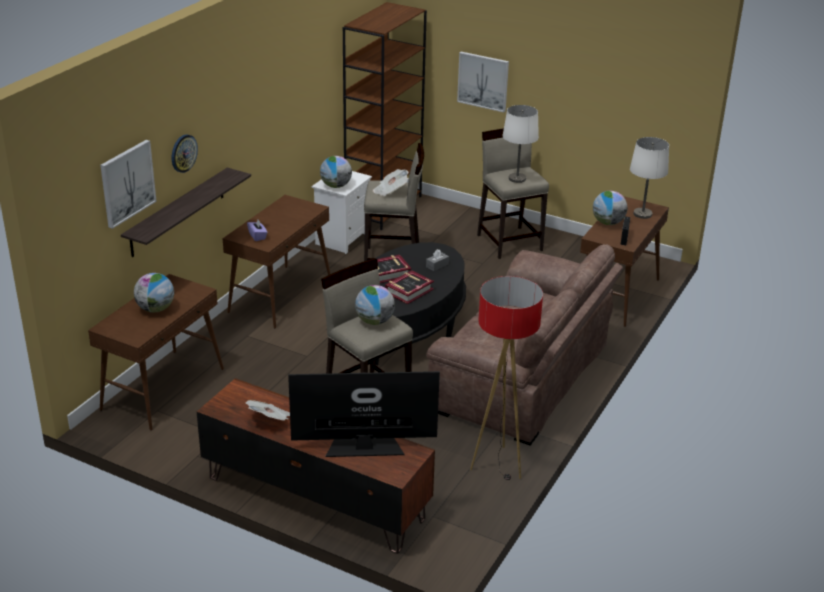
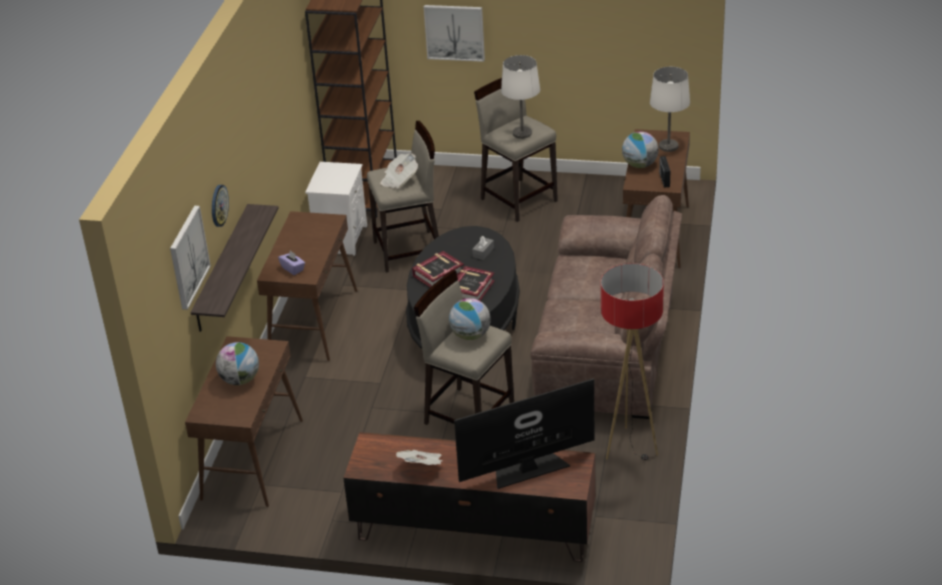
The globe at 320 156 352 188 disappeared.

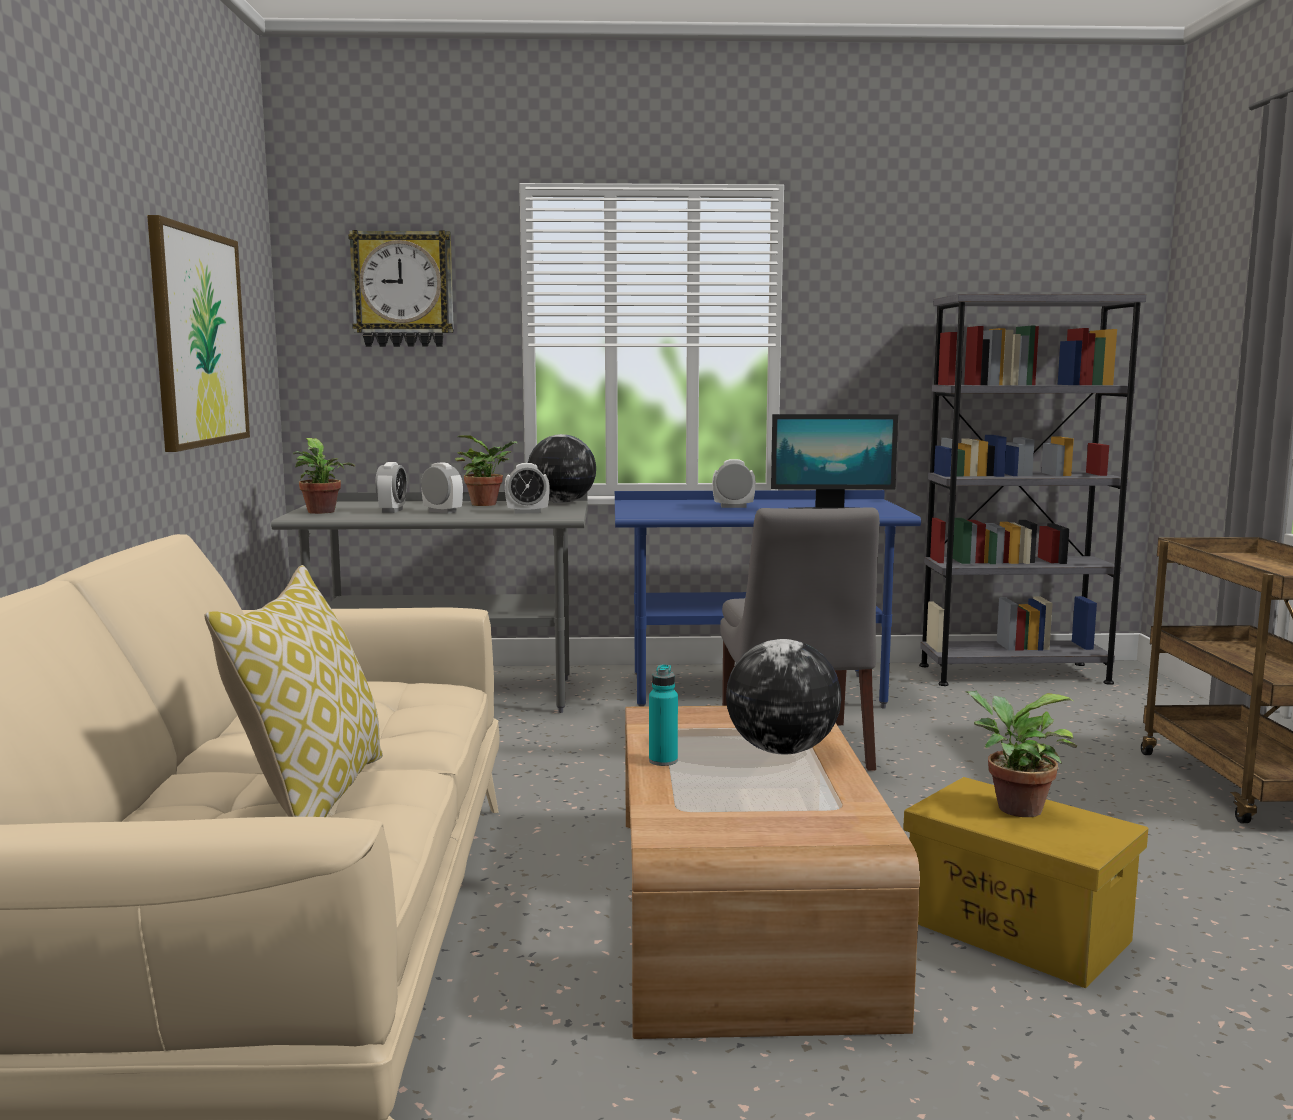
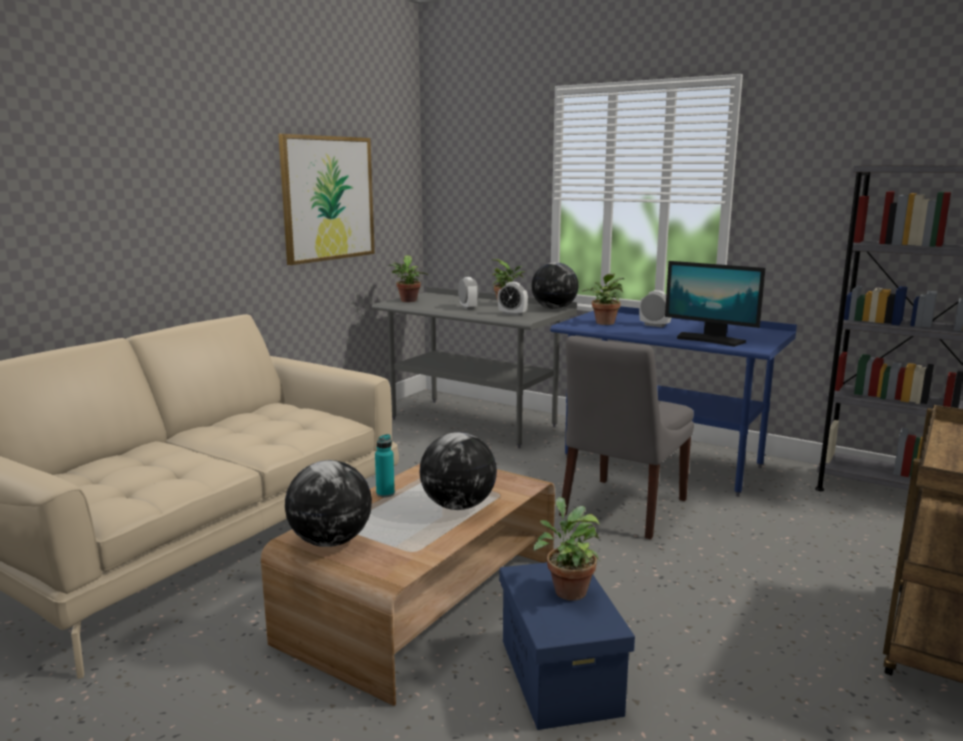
The cushion at 204 565 383 817 disappeared. The hanging clock at 348 230 454 347 disappeared. The alarm clock at 375 462 407 513 disappeared. The yellow storage bin at 903 777 1148 988 became the blue-coloured storage bin at 499 562 635 730. The globe at 285 460 372 547 appeared. The potted plant at 582 273 624 325 appeared.

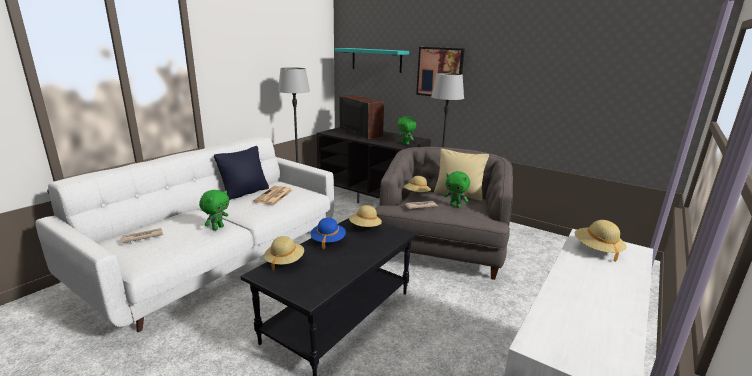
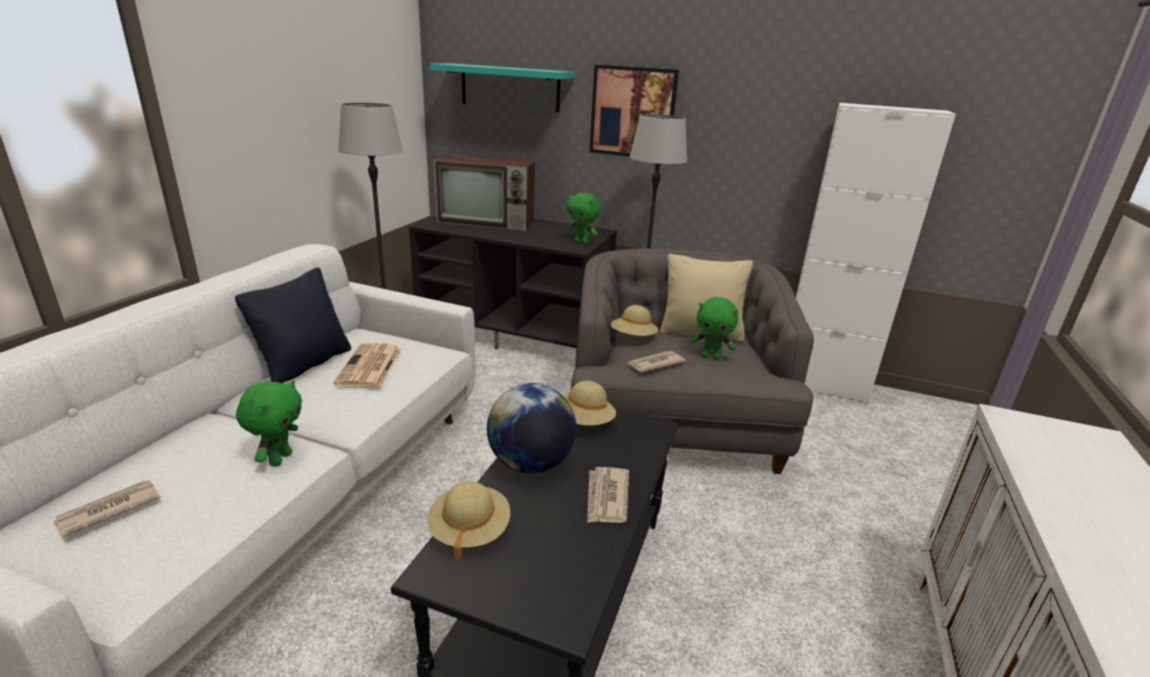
The blue-coloured hat at 310 218 346 249 was replaced by the globe at 487 383 576 473. The television at 340 95 384 139 turned 150 degrees clockwise. The beige-coloured hat at 575 220 627 262 disappeared. The daily paper at 587 467 629 523 appeared. The white-coloured cupboard at 796 103 956 404 appeared.

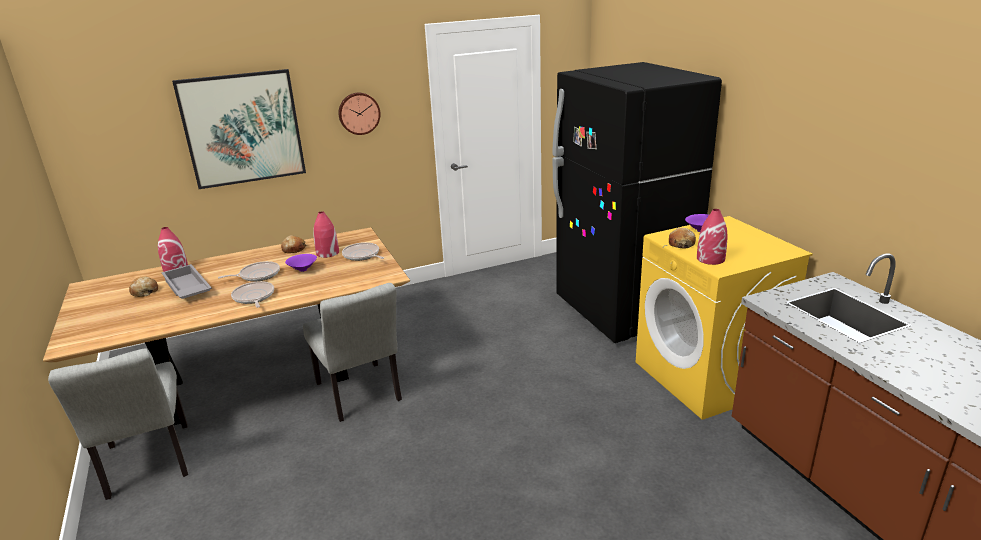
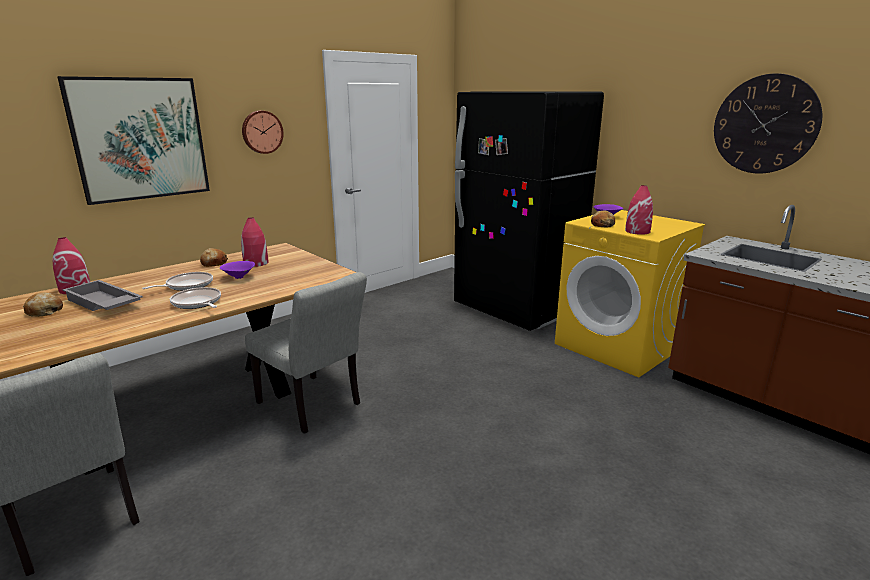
The pan at 342 242 384 261 disappeared. The hanging clock at 714 73 822 173 appeared.

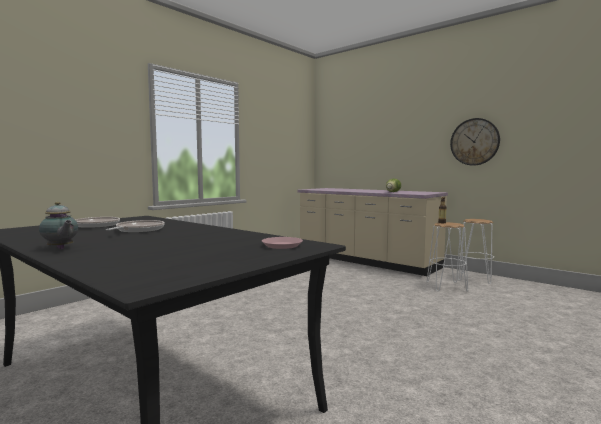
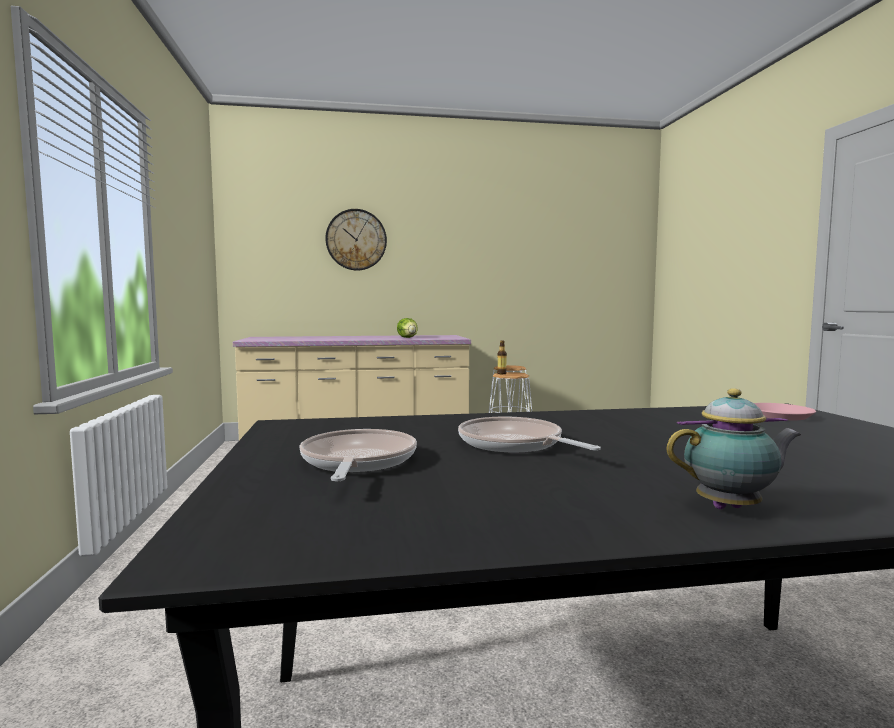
The hanging clock moved from 450 118 500 166 to 325 209 387 271.

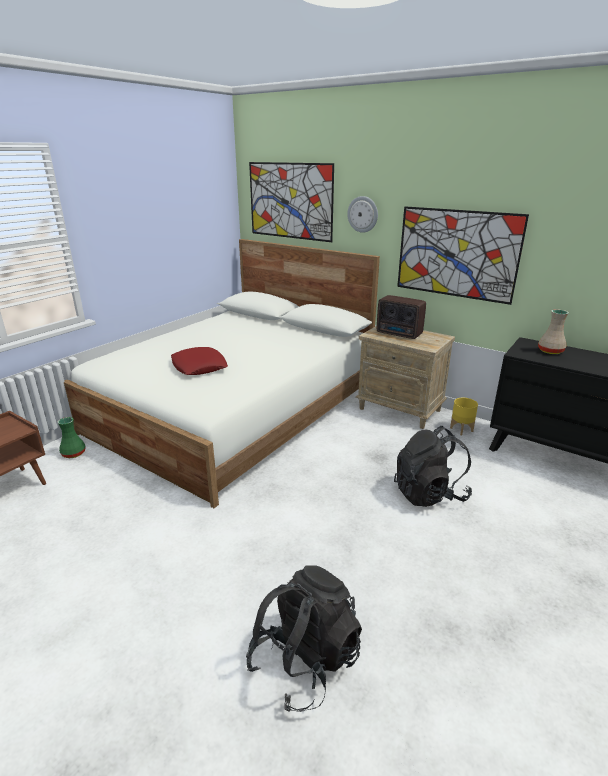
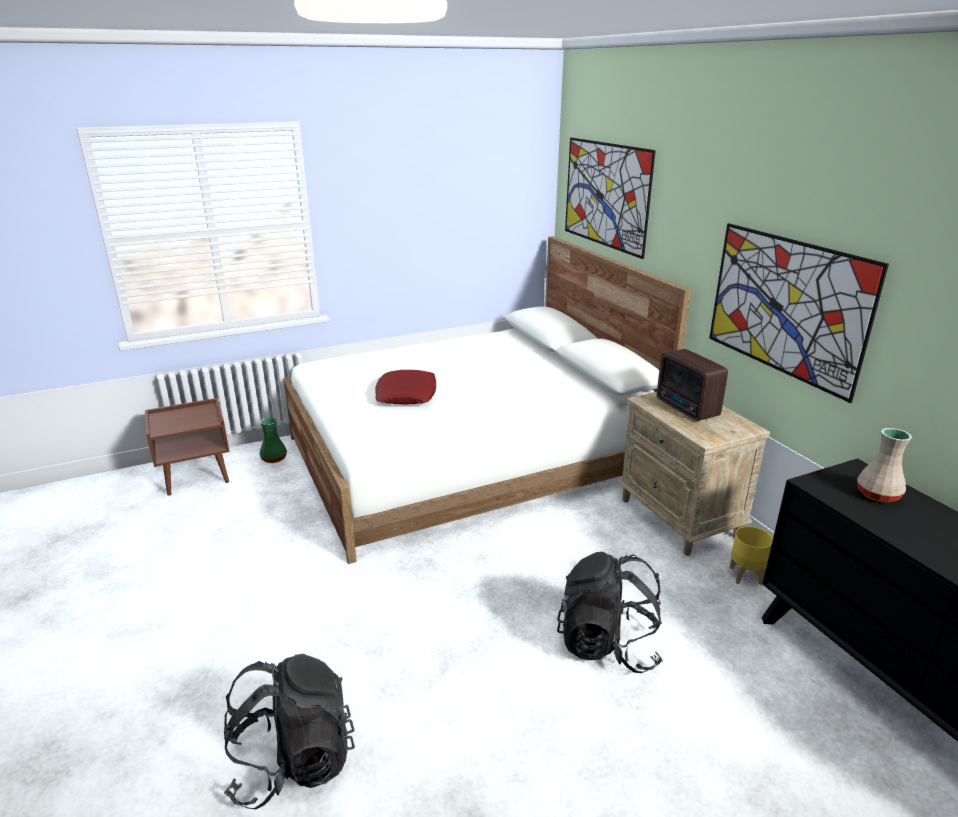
The hanging clock at 347 196 378 233 disappeared.

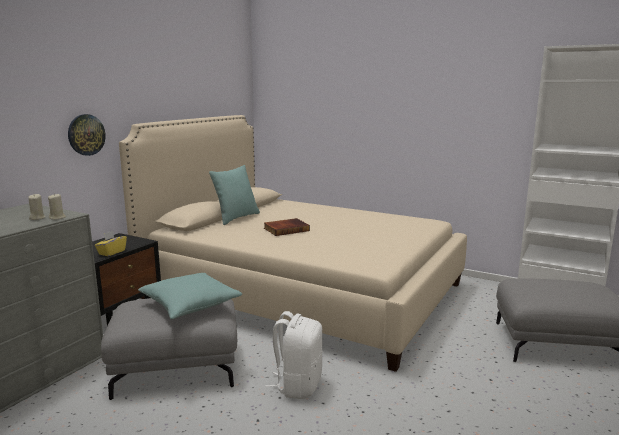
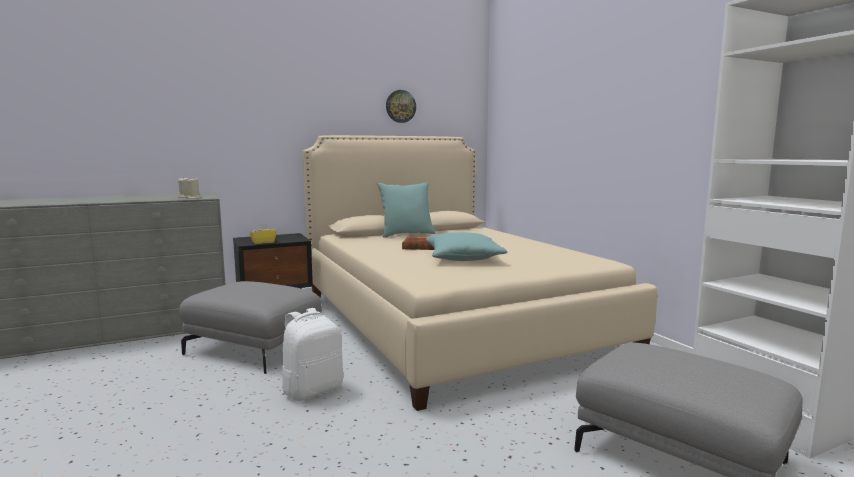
The hanging clock moved from 68 114 106 156 to 386 90 416 123. The blue-green cushion moved from 138 273 242 319 to 426 232 507 261.

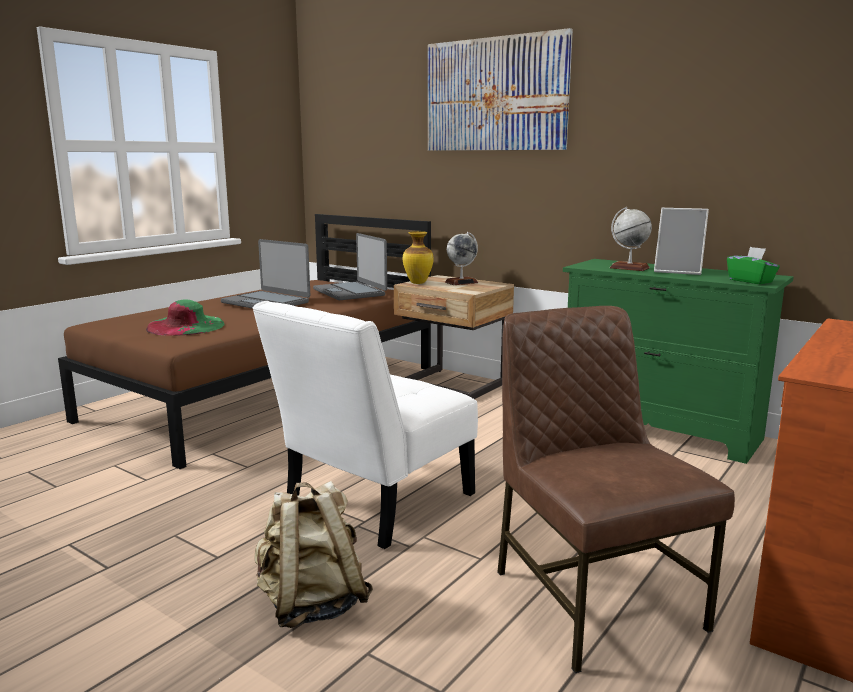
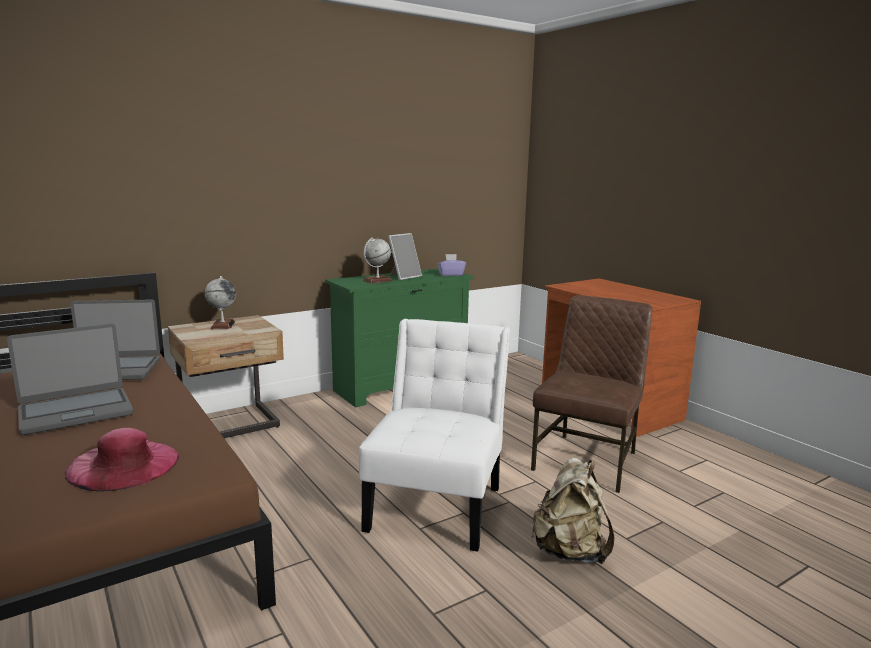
The green hat at 146 300 225 336 became the pink hat at 65 428 179 492. The white-coloured plain chair at 252 301 478 549 turned 135 degrees counterclockwise. The flower vase at 403 231 434 284 disappeared. The wall picture at 428 28 573 151 disappeared. The brown-coloured plain chair at 497 306 735 673 turned 120 degrees clockwise. The green box of tissues at 727 247 780 284 became the purplish box of tissues at 437 254 466 276.

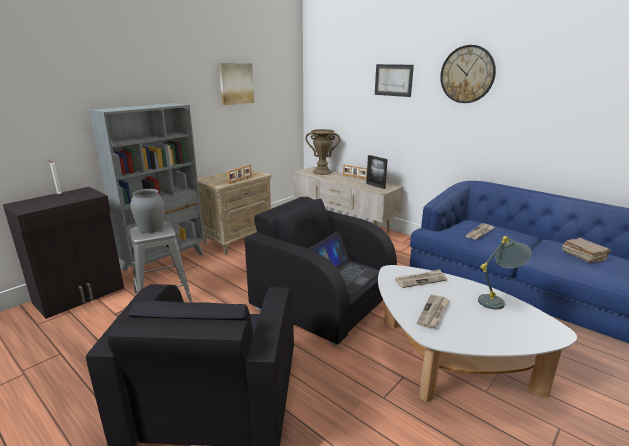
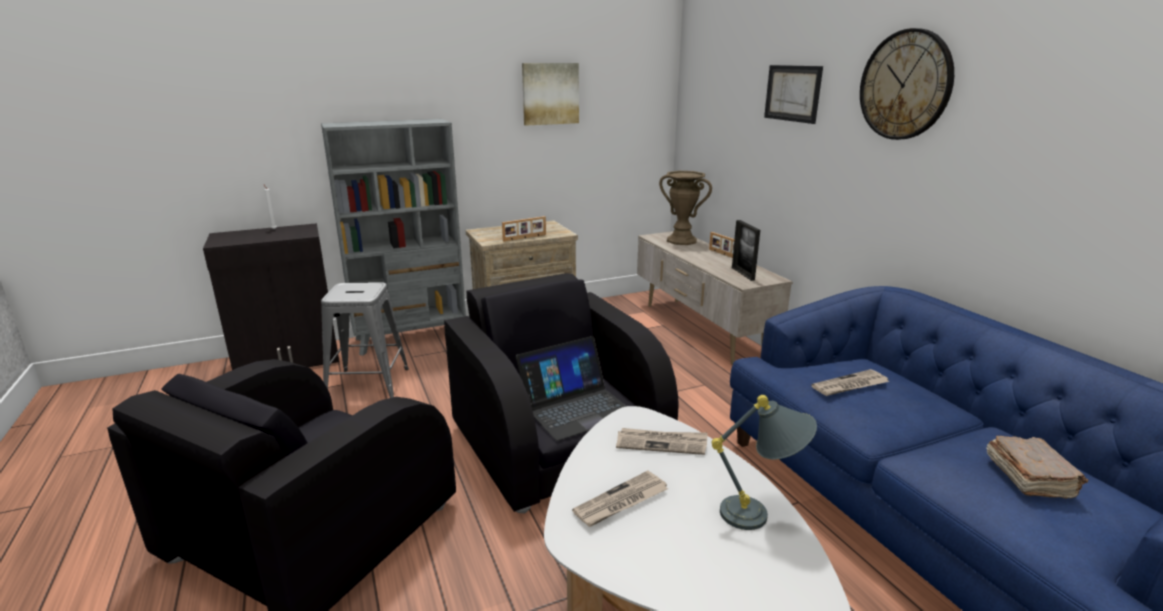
The greyish flower vase at 130 189 164 233 disappeared.

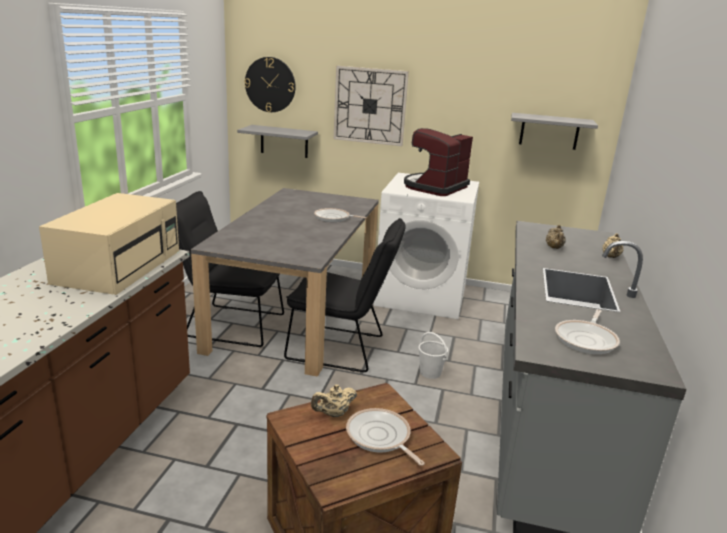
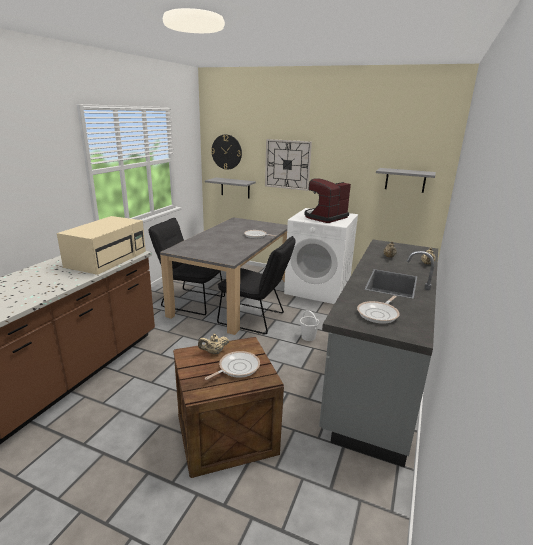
The pan at 346 408 425 466 turned 75 degrees clockwise.

